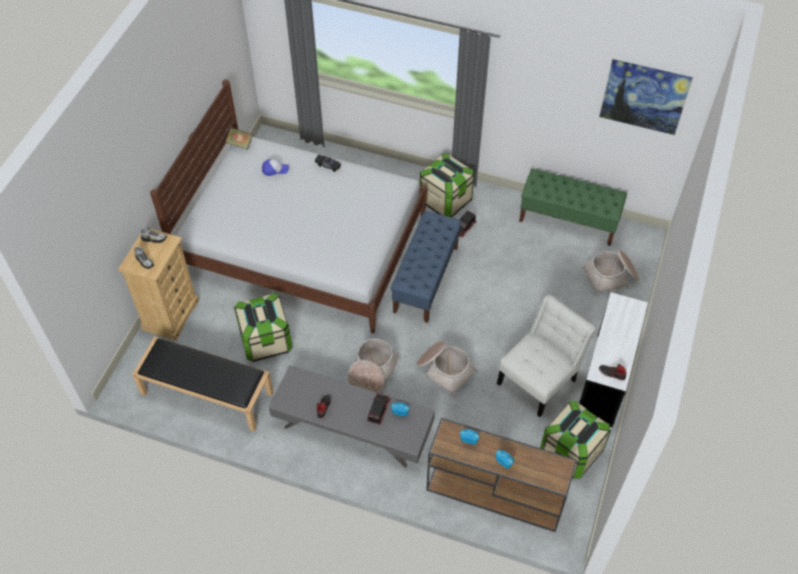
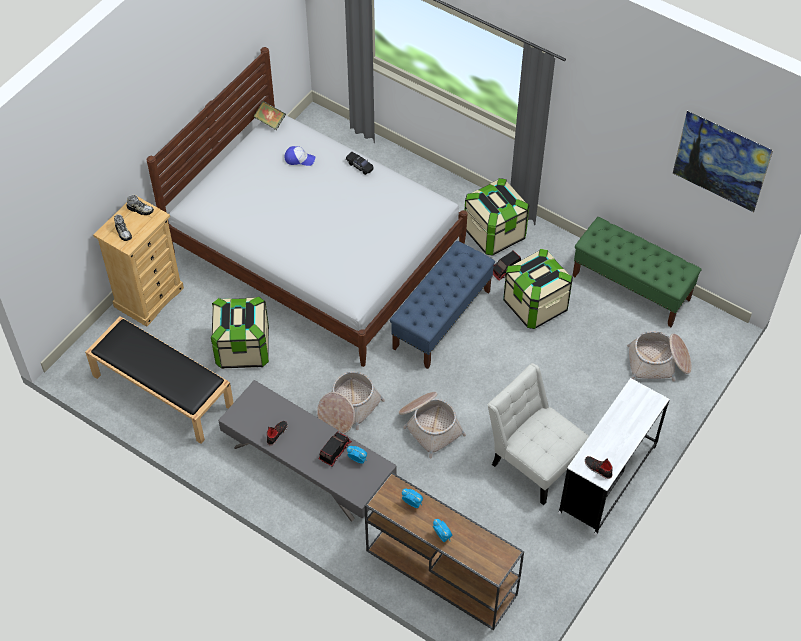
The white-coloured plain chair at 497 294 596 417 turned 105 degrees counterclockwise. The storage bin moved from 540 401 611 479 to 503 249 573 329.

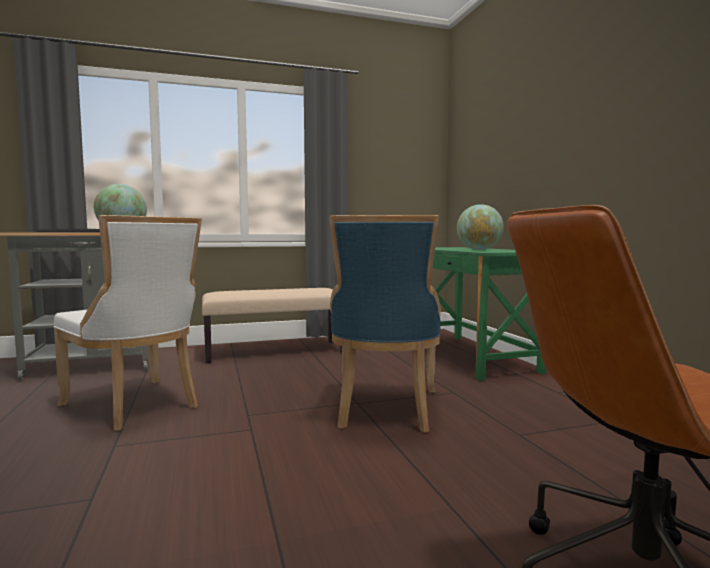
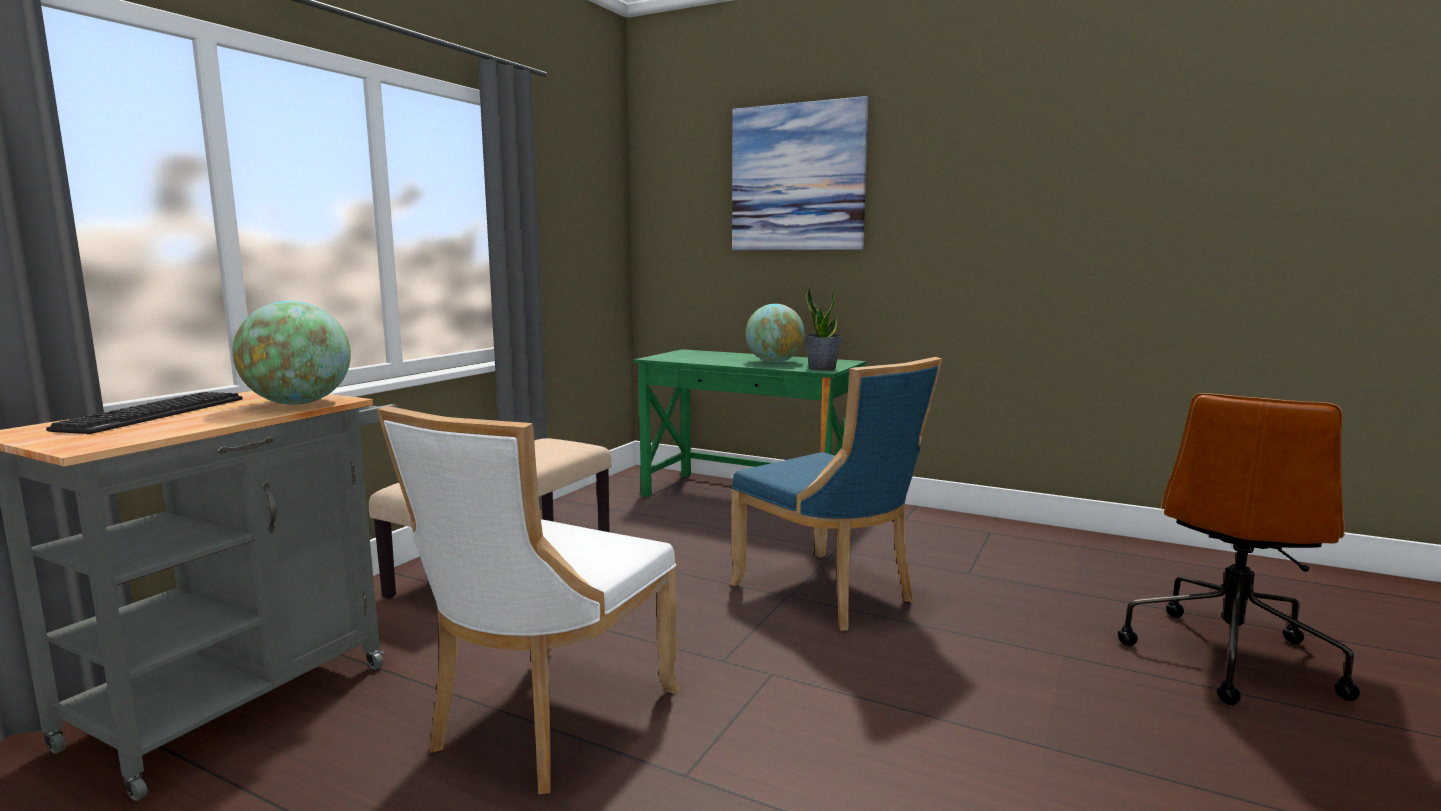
The white-coloured plain chair at 53 215 202 431 turned 120 degrees clockwise. The wall picture at 732 96 869 250 appeared. The potted plant at 804 286 842 371 appeared.

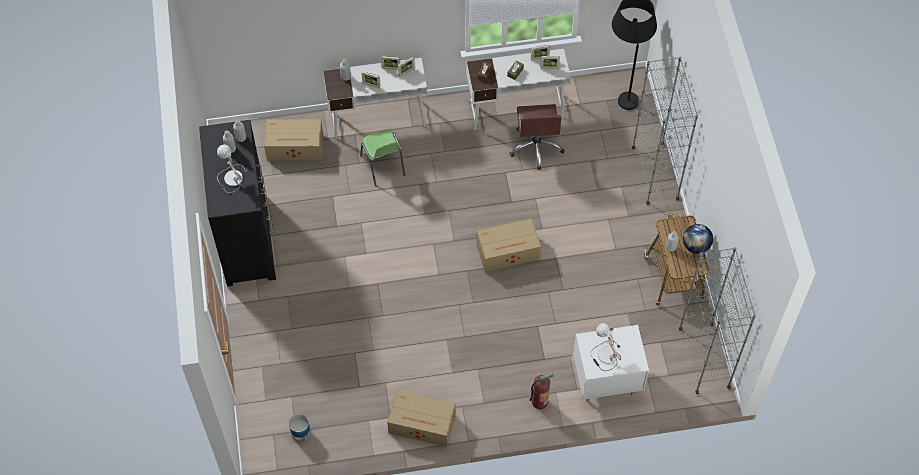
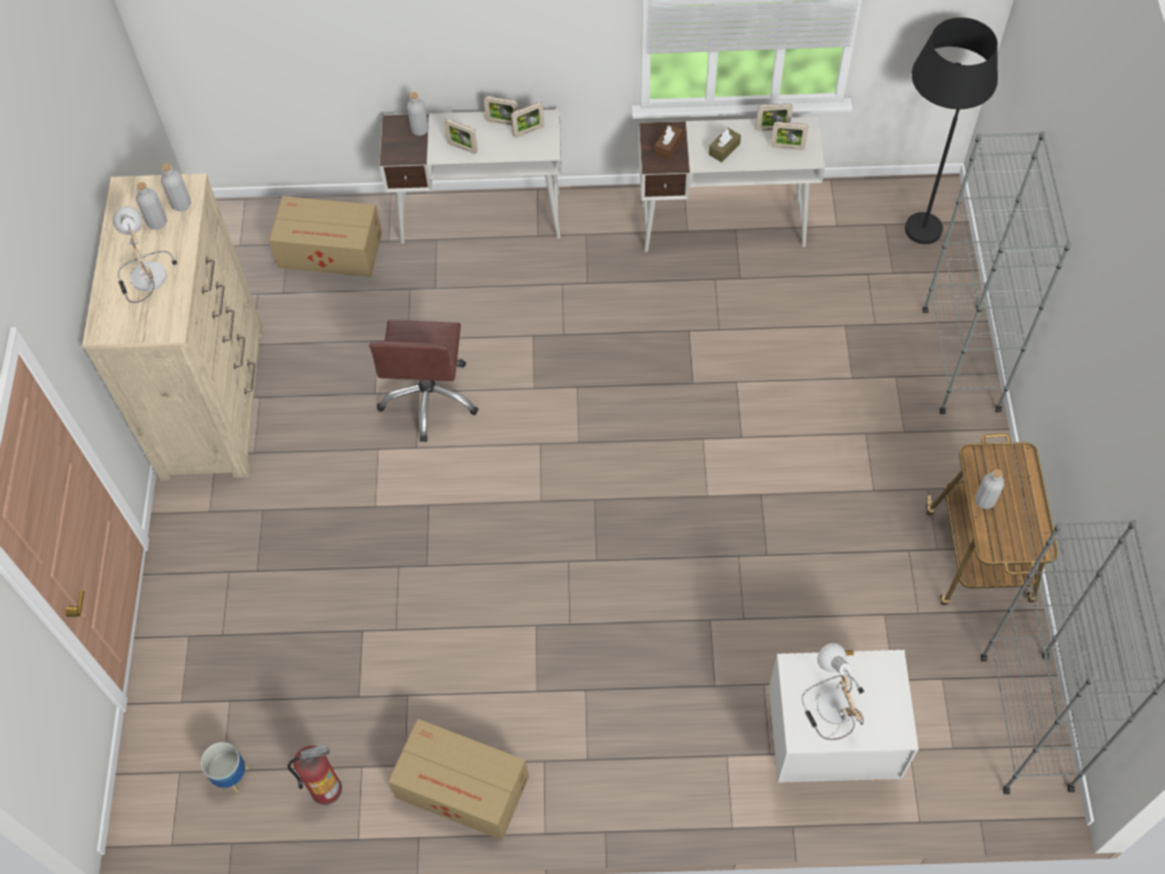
The blackish dresser at 199 120 276 287 became the beige-coloured dresser at 82 173 263 480. The green plain chair at 360 129 405 186 disappeared. The cardboard box at 476 219 541 272 disappeared. The brown-coloured computer chair moved from 510 104 565 170 to 369 320 479 442. The extinguisher moved from 530 372 554 409 to 288 744 342 805. The globe at 683 224 713 254 disappeared.

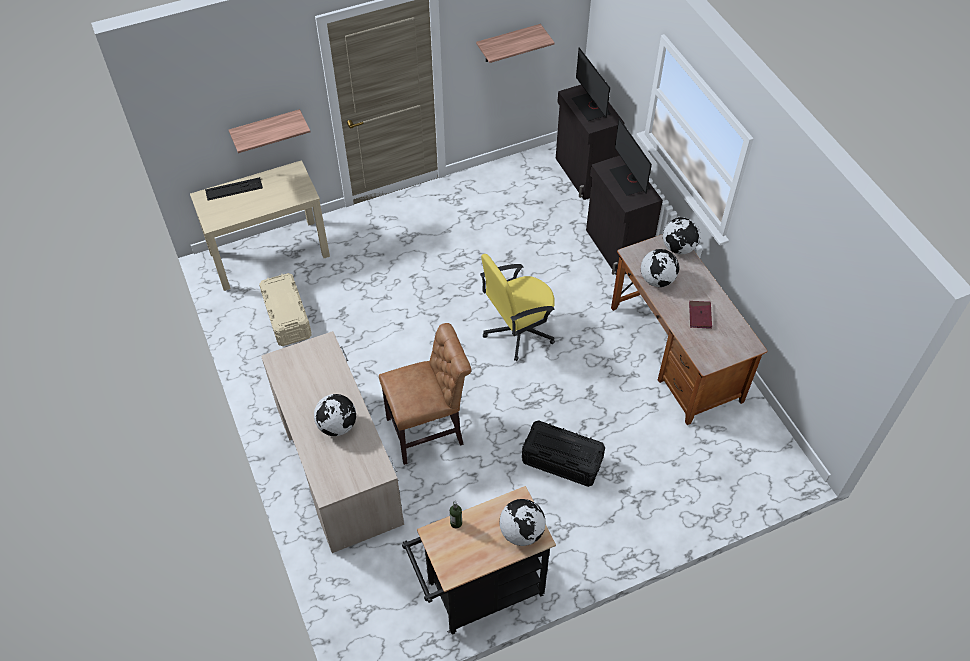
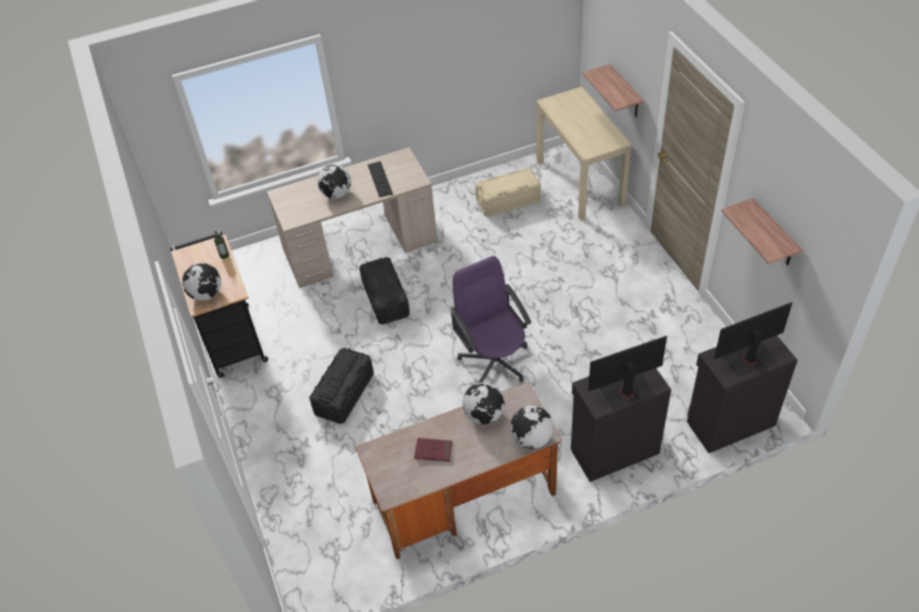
The keyboard moved from 205 177 263 200 to 368 161 393 198. The brown-coloured plain chair at 379 323 471 465 was replaced by the blackish storage bin at 359 257 410 325. The yellow computer chair at 480 254 555 361 became the purplish computer chair at 449 256 532 383.

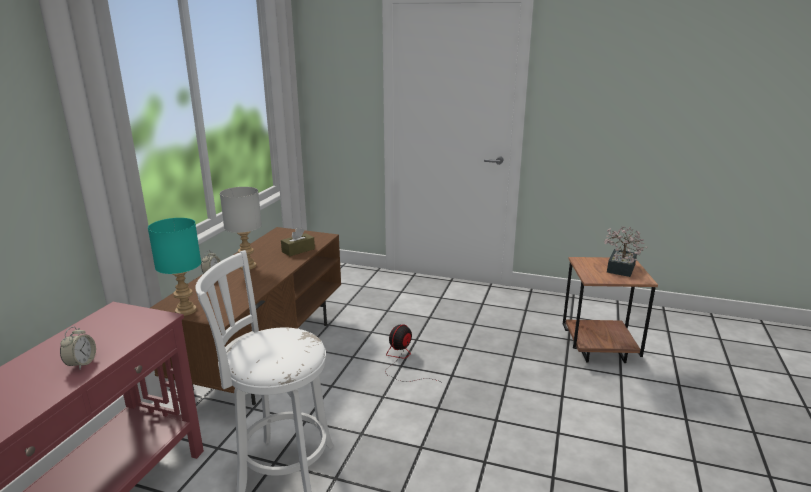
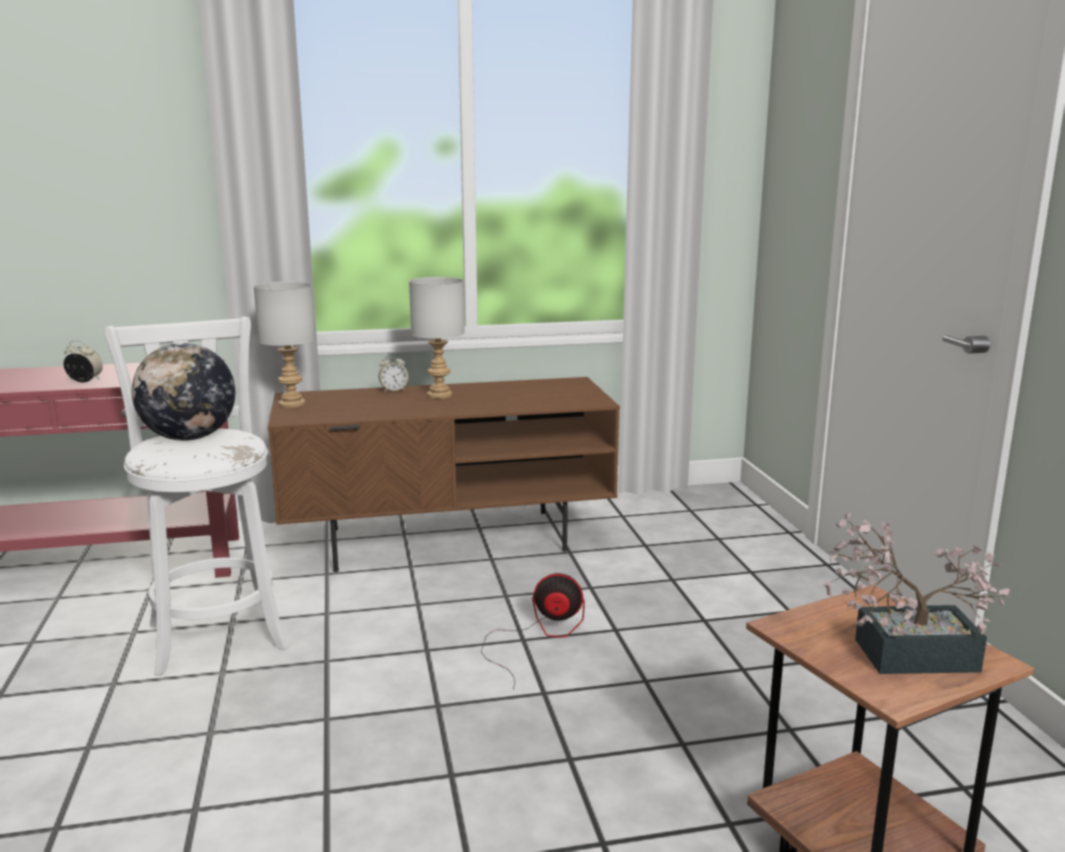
The alarm clock at 60 326 96 370 turned 150 degrees counterclockwise. The blue-green table lamp at 148 218 201 316 became the greyish table lamp at 254 282 316 408. The brown-coloured box of tissues at 281 227 315 256 disappeared. The globe at 132 343 235 441 appeared.

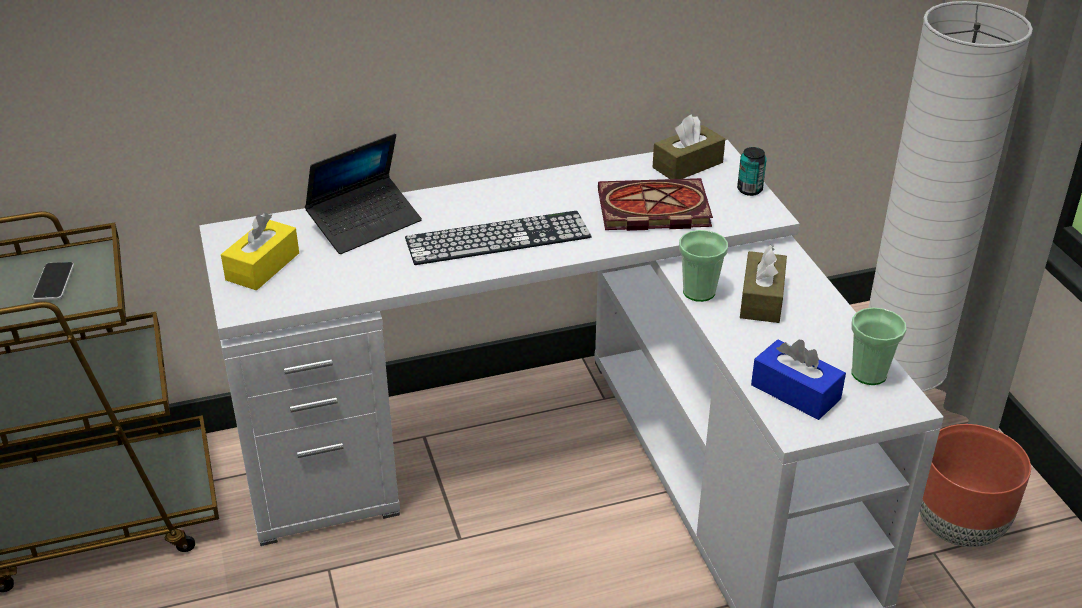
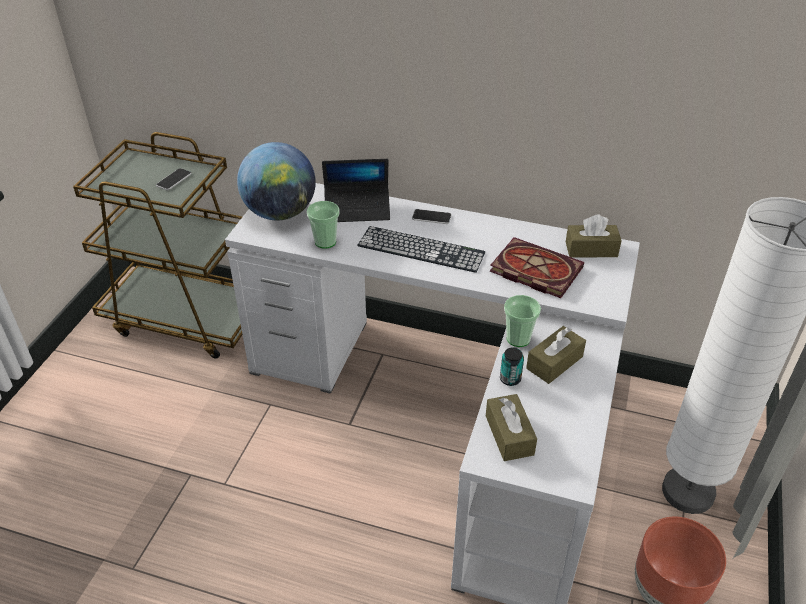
The yellow box of tissues at 221 213 299 291 was replaced by the globe at 237 142 316 221. The can moved from 737 147 767 196 to 500 348 524 386. The blue-coloured box of tissues at 751 340 846 420 became the brown-coloured box of tissues at 486 394 537 461. The cup moved from 851 307 907 385 to 307 201 340 249. The handset at 412 209 452 224 appeared.

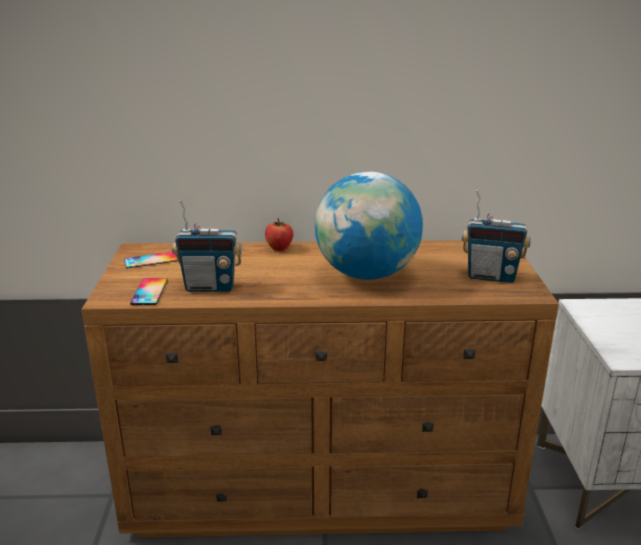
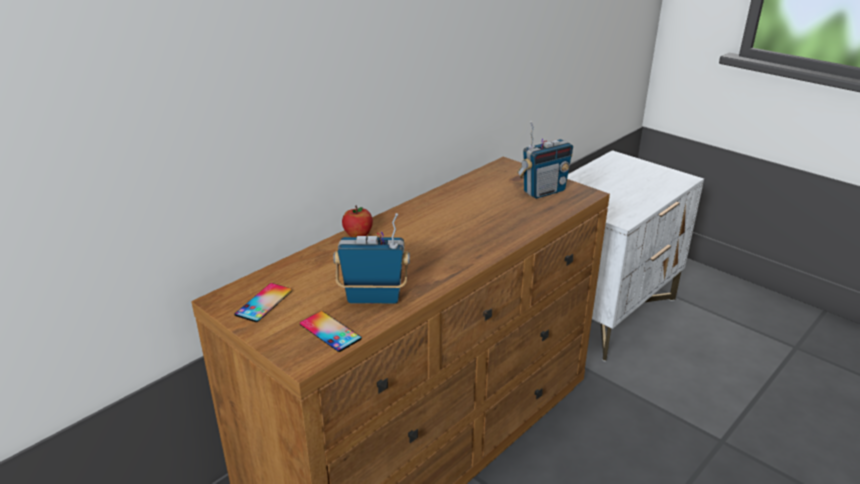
The radio set at 172 200 242 292 turned 135 degrees counterclockwise. The globe at 315 172 423 280 disappeared.

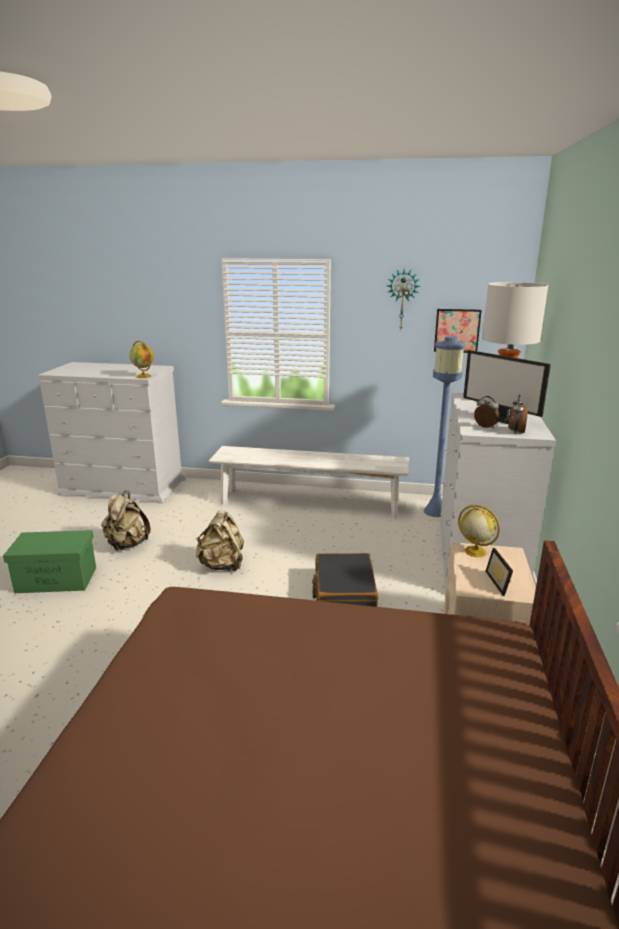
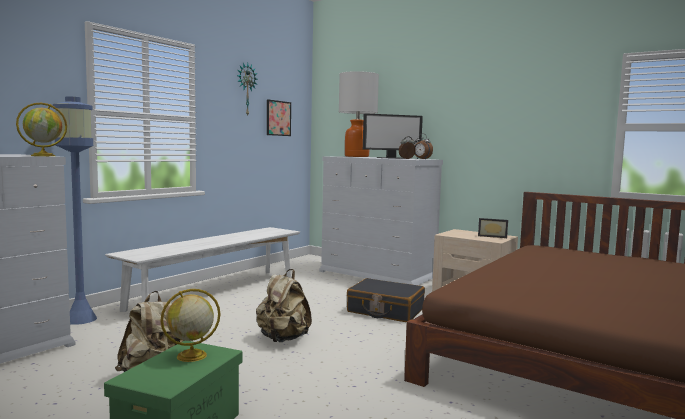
The blue-coloured floor lamp moved from 424 336 466 517 to 53 96 97 325. The globe moved from 458 504 500 557 to 160 289 220 362.

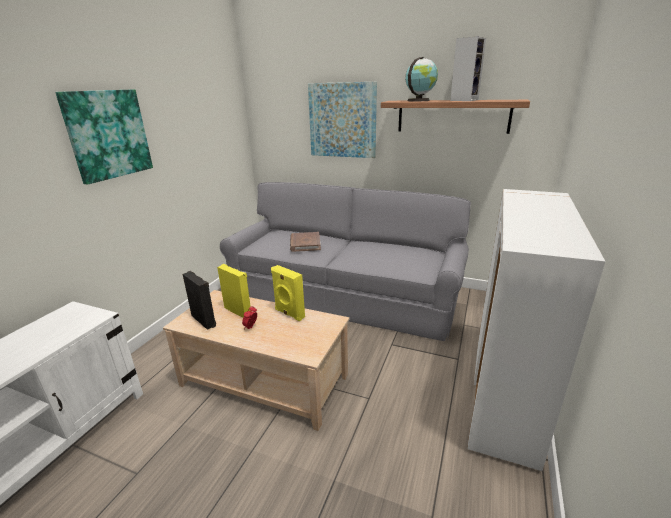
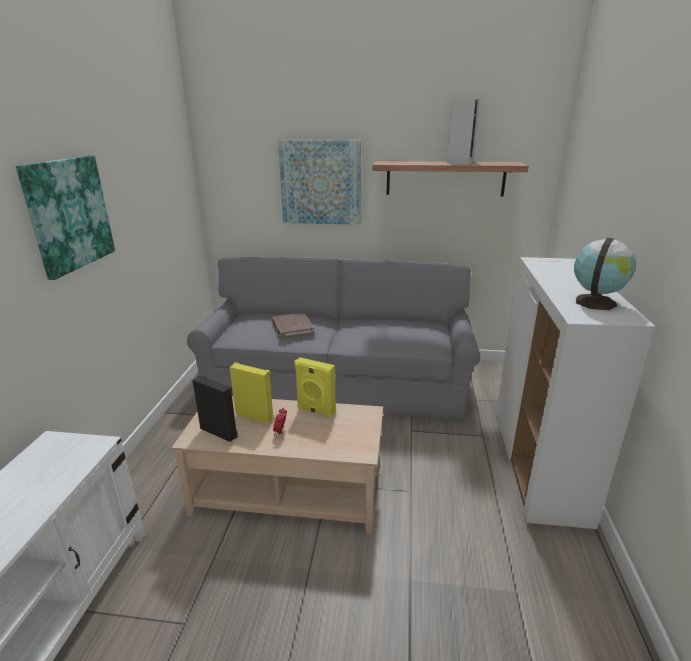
The globe moved from 405 57 438 101 to 574 238 636 310.

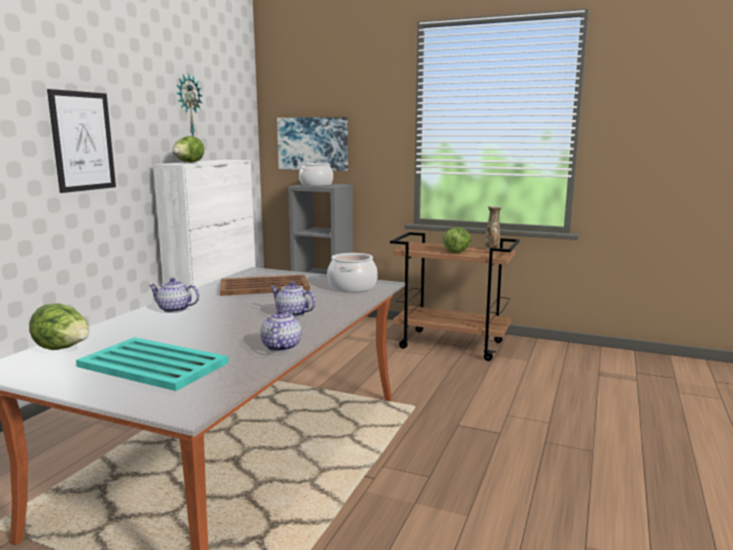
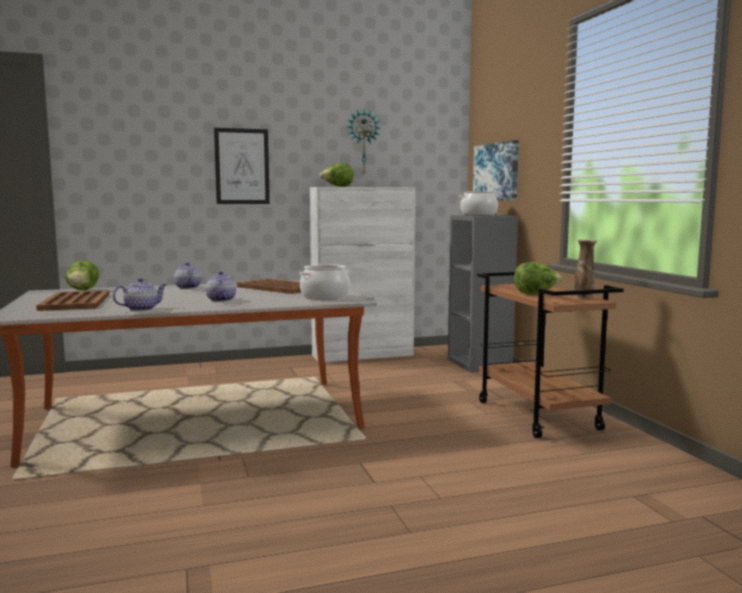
The blue-green serving tray at 76 337 228 391 became the brown-coloured serving tray at 36 290 109 311.

